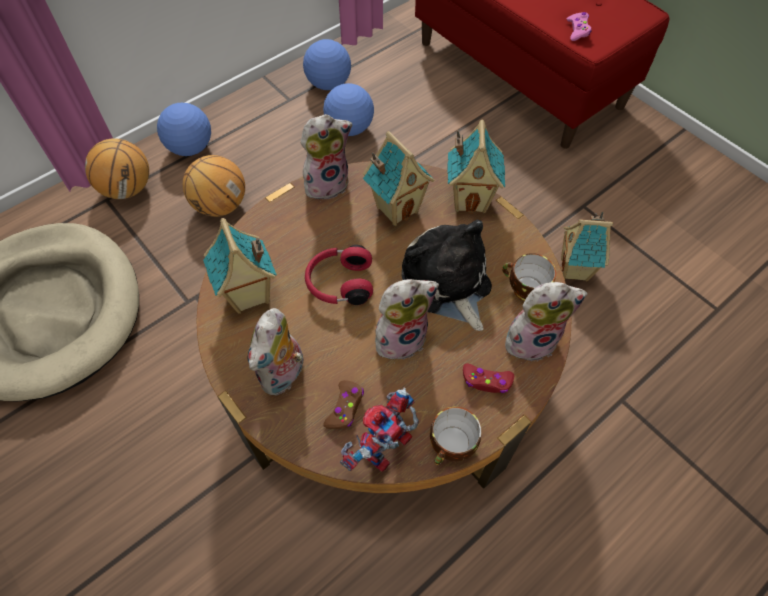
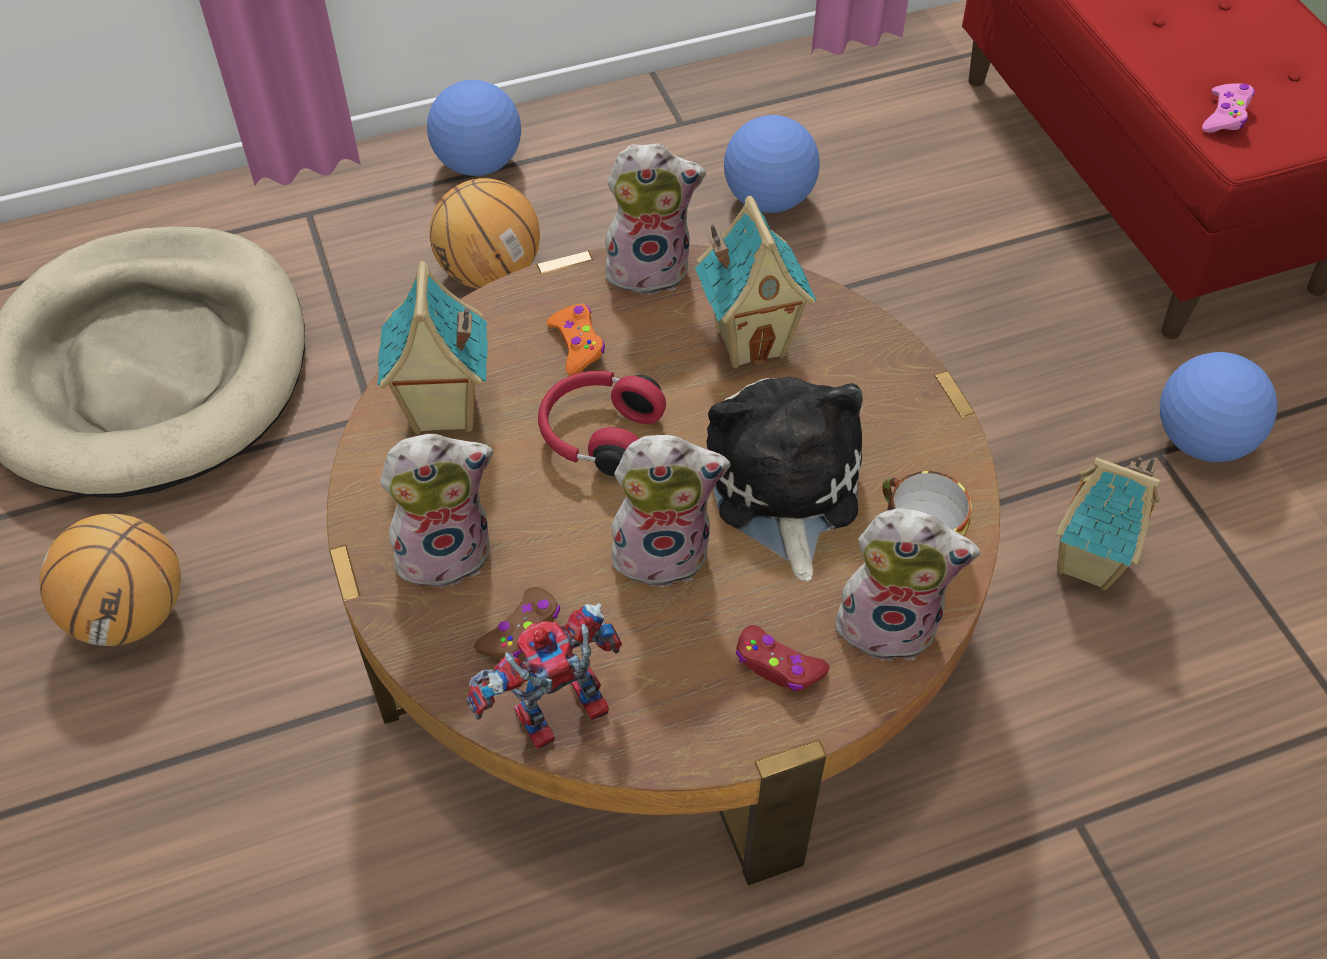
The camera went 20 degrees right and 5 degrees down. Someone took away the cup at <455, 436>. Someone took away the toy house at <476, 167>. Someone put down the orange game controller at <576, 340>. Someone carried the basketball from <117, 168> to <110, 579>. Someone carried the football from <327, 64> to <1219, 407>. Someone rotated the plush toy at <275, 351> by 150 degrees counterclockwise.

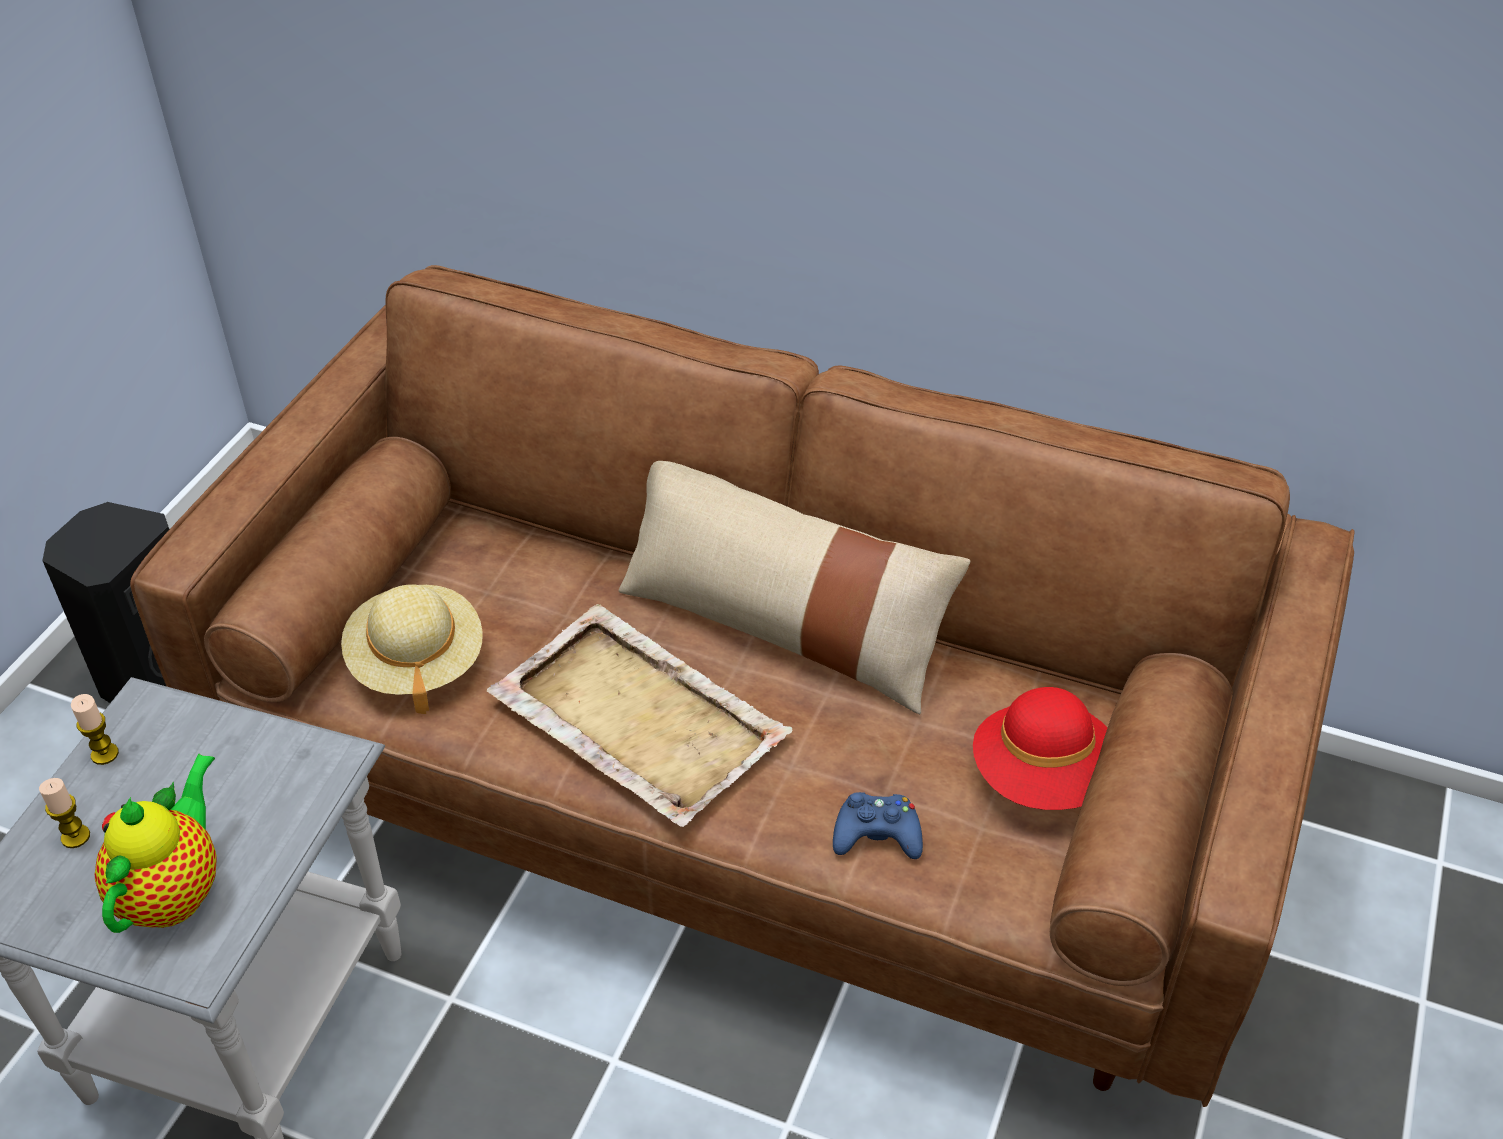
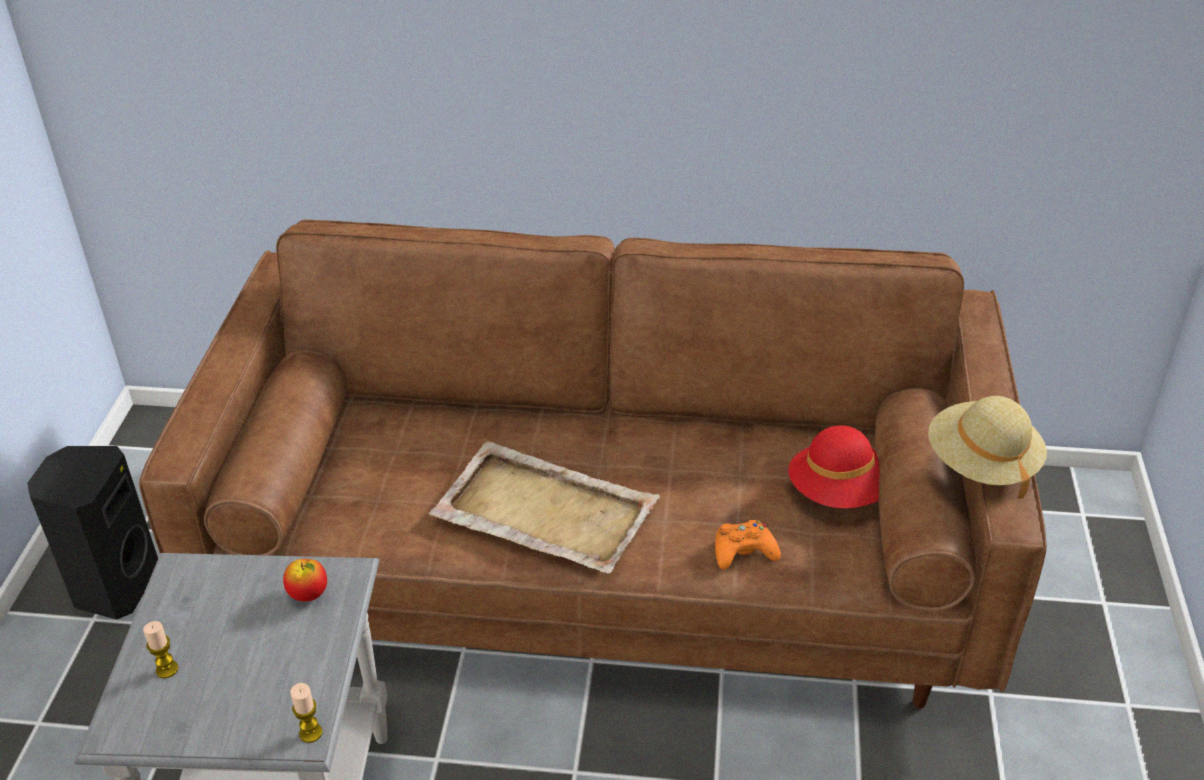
The camera went 15 degrees left and 5 degrees down. Someone took away the teapot at <156, 843>. Someone took away the beige pillow at <794, 587>. Someone put down the apple at <305, 580>. Someone carried the candle from <95, 729> to <306, 713>. Someone carried the beige hat from <412, 649> to <987, 447>. Someone repainted the blue game controller at <878, 825>, which became the orange game controller at <748, 544>.

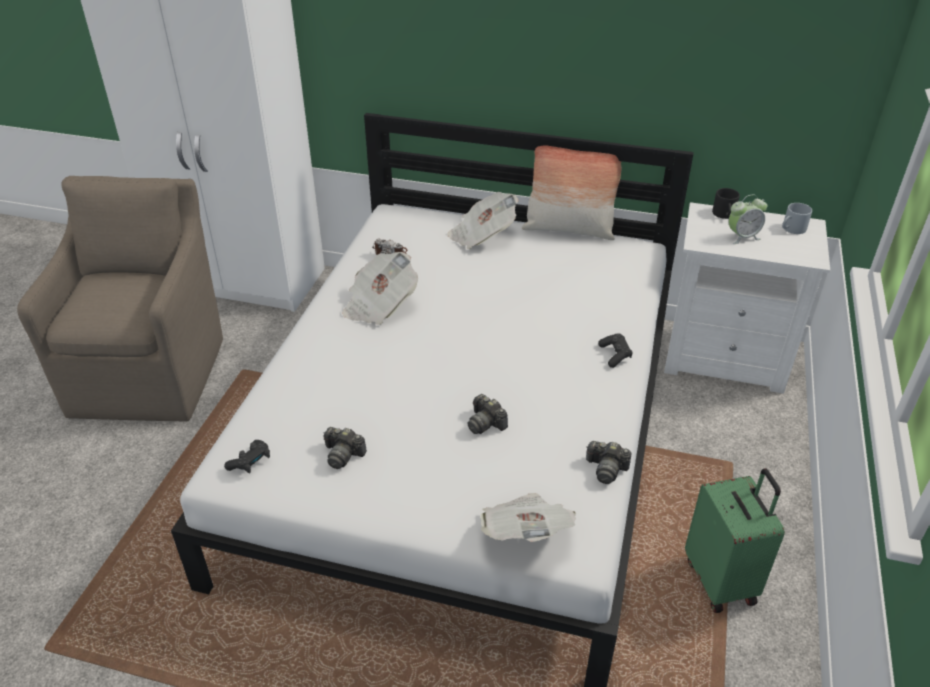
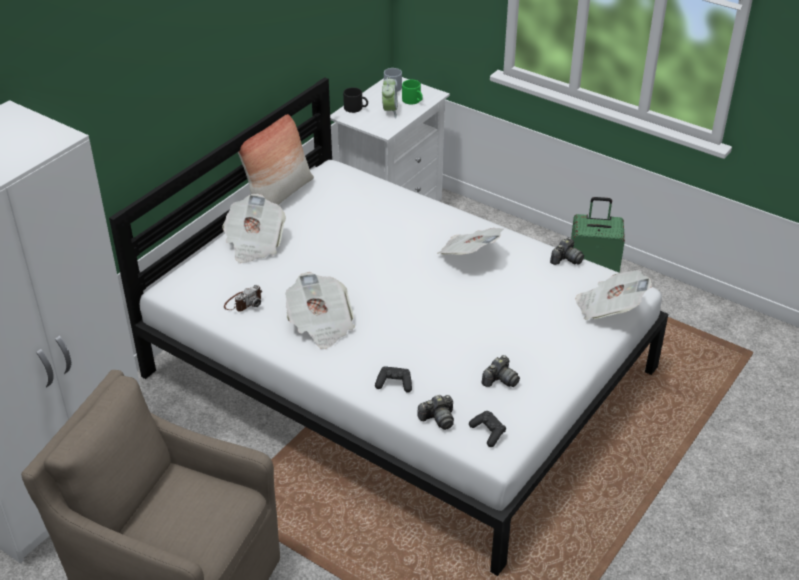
The camera went 70 degrees left and 0 degrees up. Someone put down the green mug at <412, 92>. Someone put down the newspaper at <470, 241>. Someone carried the photo camera from <488, 414> to <435, 412>. Someone carried the black game controller from <615, 350> to <393, 379>.

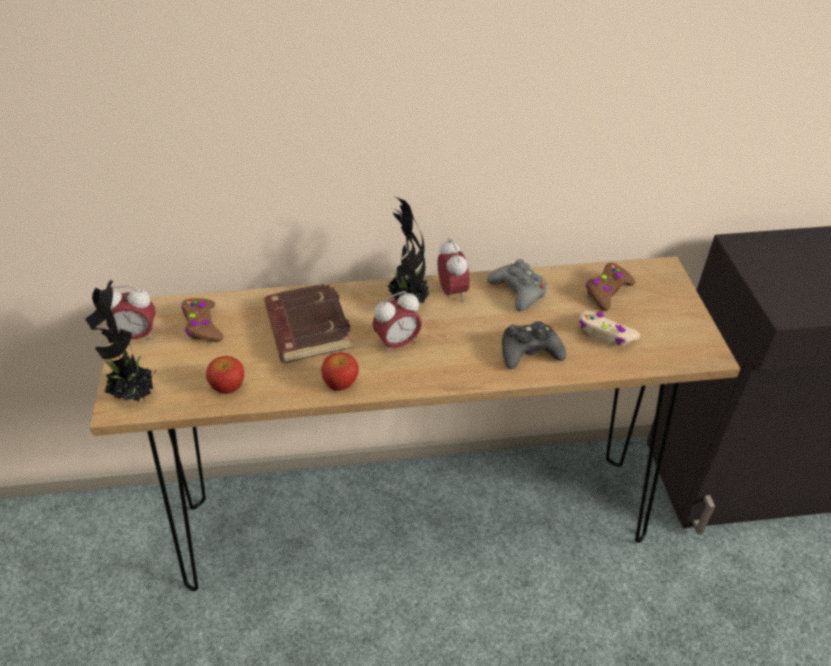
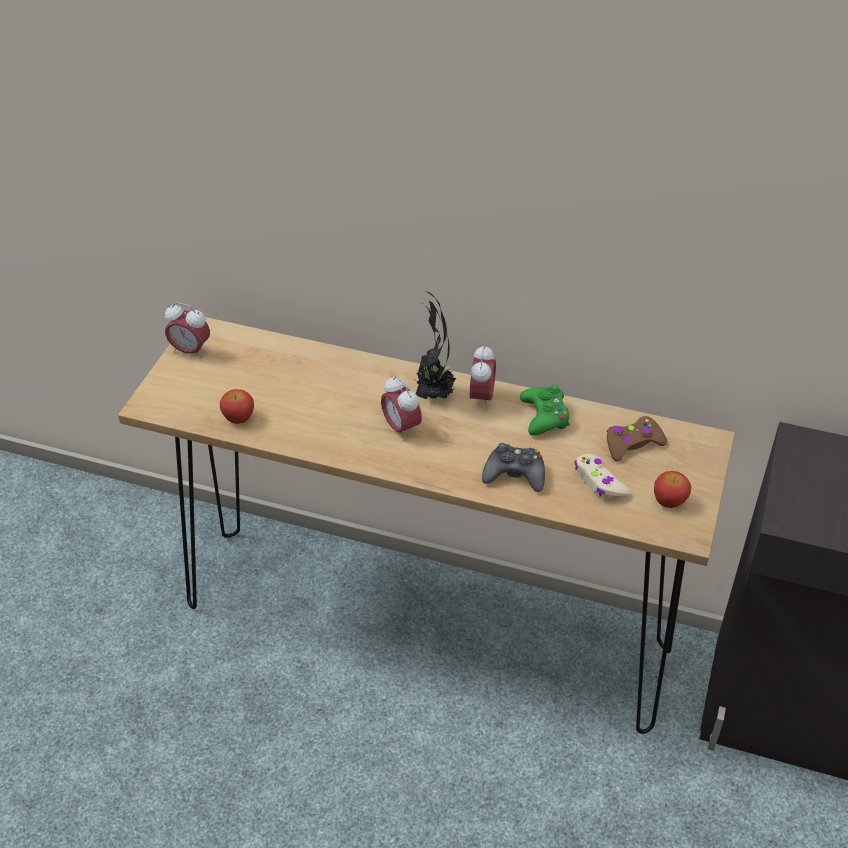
The camera went 25 degrees right and 0 degrees up. Someone took away the potted plant at <120, 341>. Someone took away the brown game controller at <202, 320>. Someone took away the brown book at <309, 322>. Someone carried the apple from <340, 371> to <672, 489>. Someone repainted the grey game controller at <517, 285>, which became the green game controller at <545, 410>. Someone rotated the alarm clock at <397, 322> by 60 degrees clockwise.

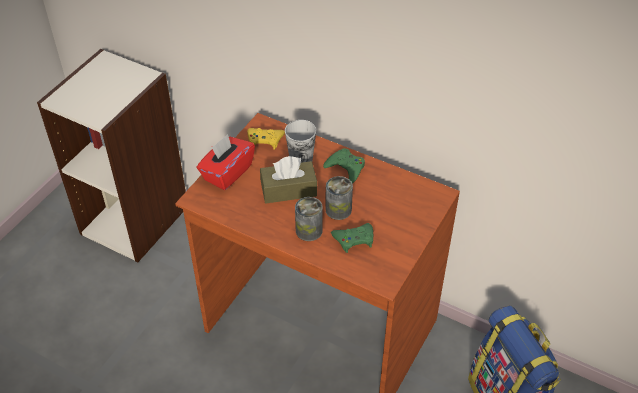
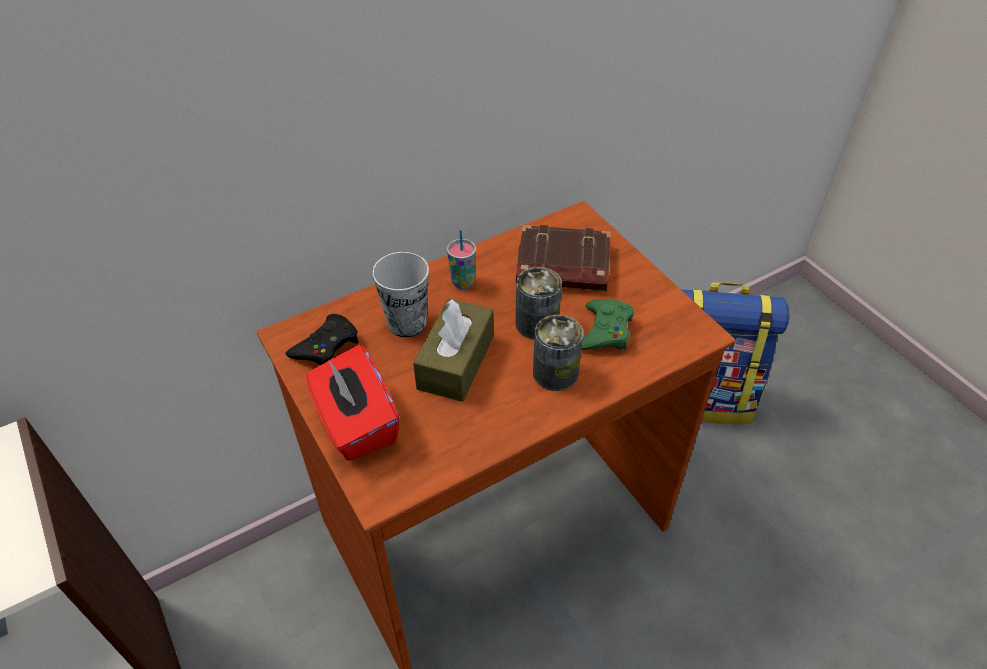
The camera went 60 degrees left and 0 degrees up. Someone put down the brown book at <563, 258>. Someone swapped the green game controller at <344, 166> for the cup at <461, 259>. Someone repainted the yellow game controller at <266, 138>, which became the black game controller at <322, 339>.

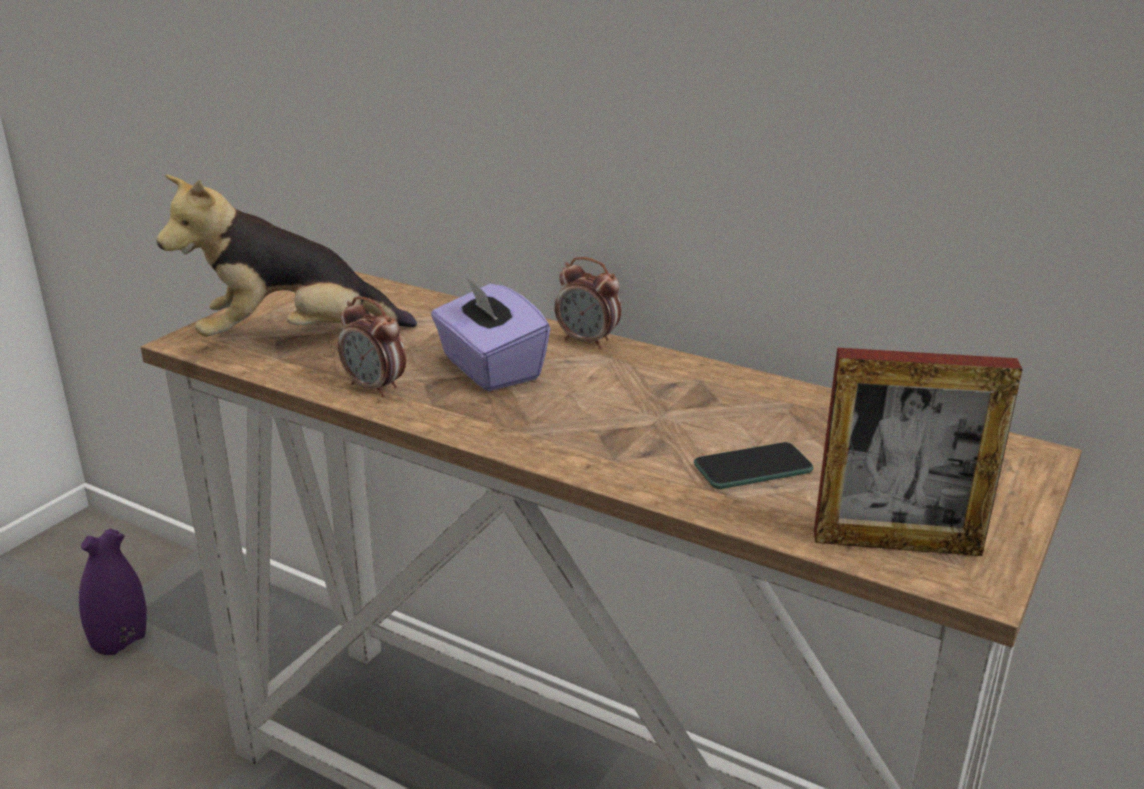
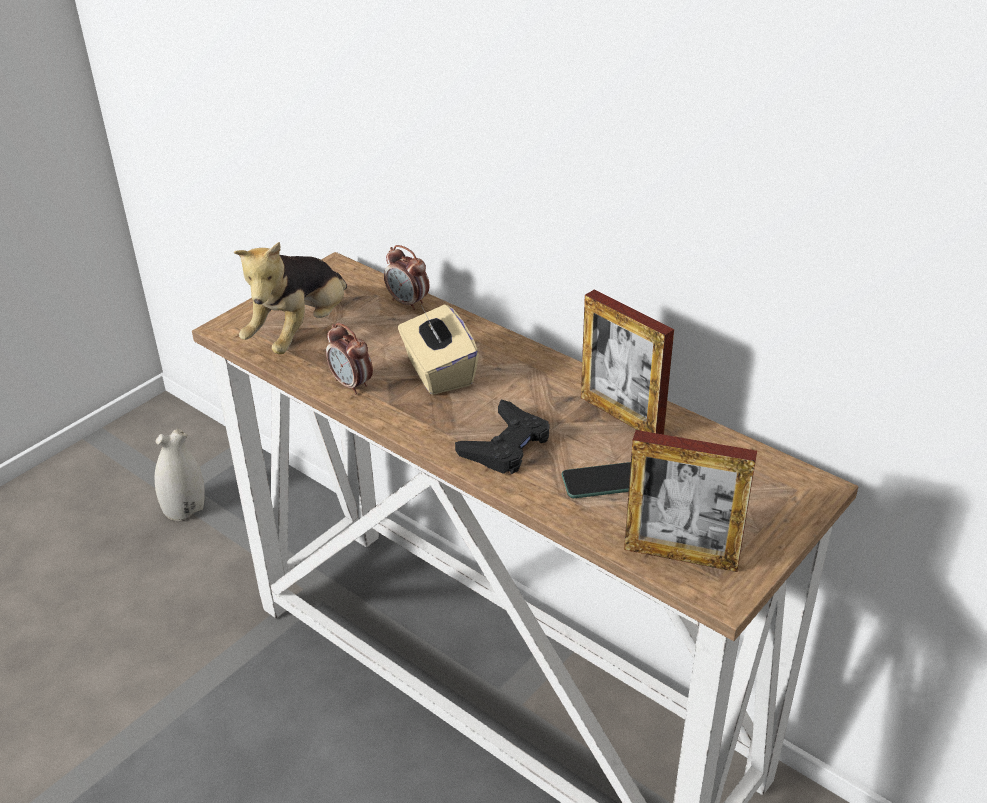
The camera went 10 degrees right and 10 degrees up. Someone put down the black game controller at <502, 437>. Someone put down the picture frame at <627, 362>. Someone carried the alarm clock from <588, 303> to <407, 277>. Someone repainted the purple vase at <113, 592>, which became the white vase at <180, 475>. Someone repainted the purple tissue box at <490, 332>, which became the beige tissue box at <438, 349>. Someone rotated the plush toy at <286, 256> by 60 degrees counterclockwise.

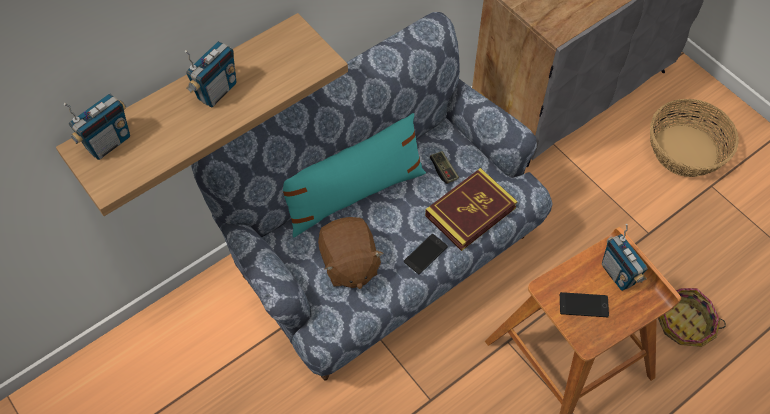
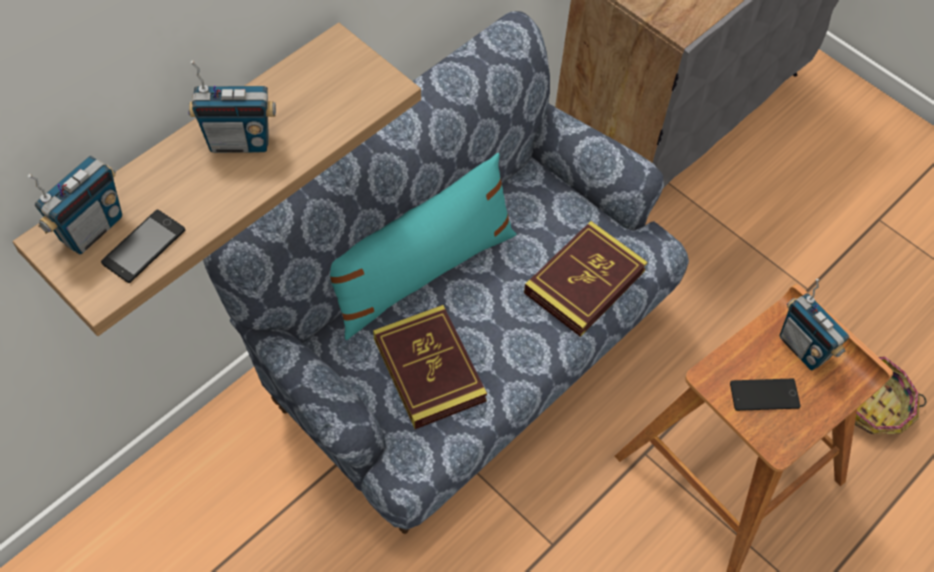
The camera went 10 degrees left and 0 degrees up. Someone took away the game controller at <444, 167>. Someone took away the basket at <694, 138>. Someone carried the phone from <426, 254> to <143, 246>. Someone swapped the brown plush toy at <351, 253> for the book at <430, 367>. Someone rotated the radio at <210, 74> by 60 degrees clockwise.

